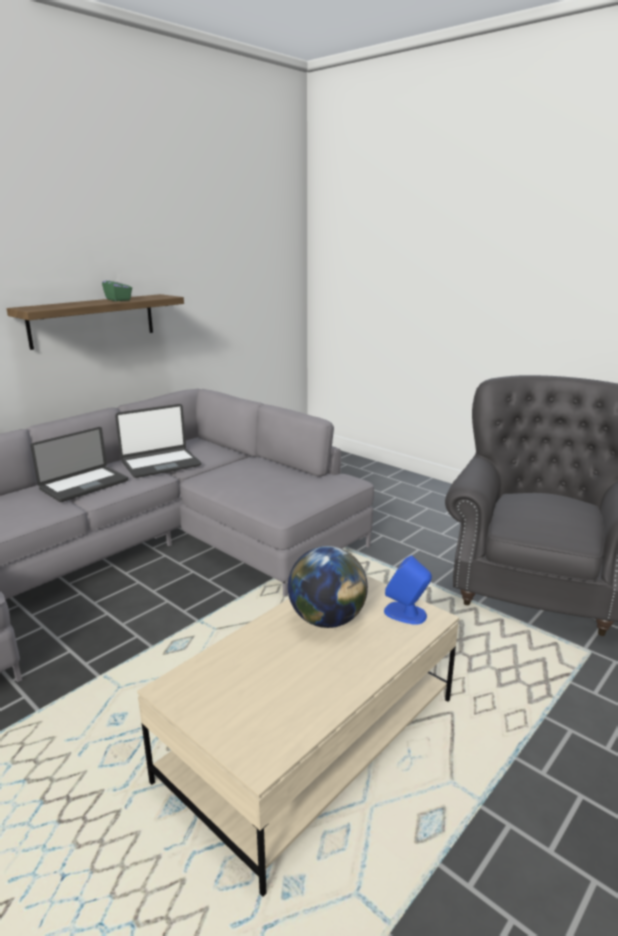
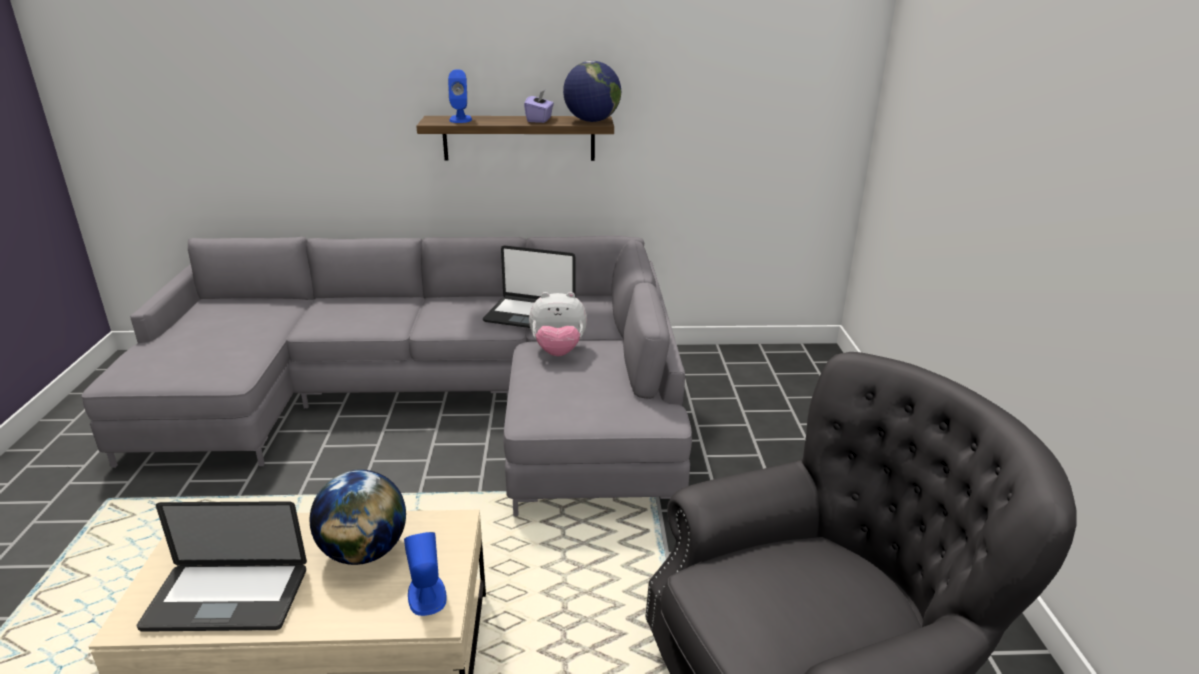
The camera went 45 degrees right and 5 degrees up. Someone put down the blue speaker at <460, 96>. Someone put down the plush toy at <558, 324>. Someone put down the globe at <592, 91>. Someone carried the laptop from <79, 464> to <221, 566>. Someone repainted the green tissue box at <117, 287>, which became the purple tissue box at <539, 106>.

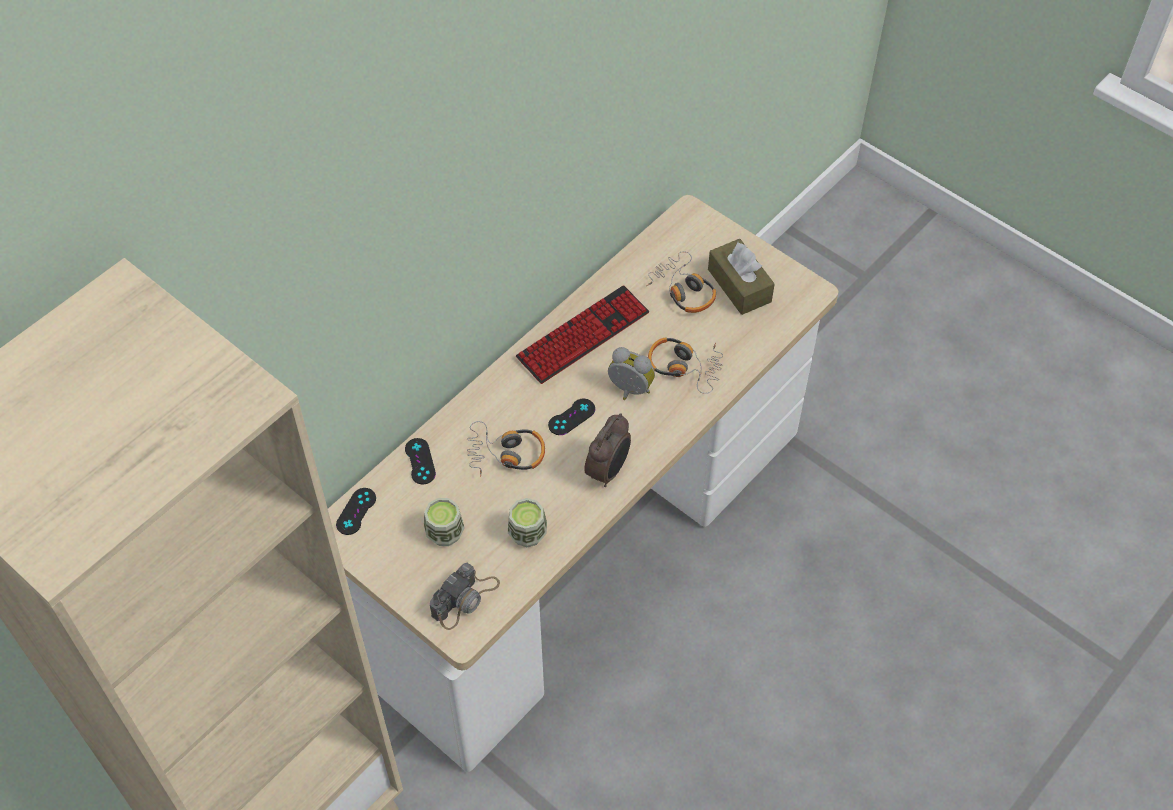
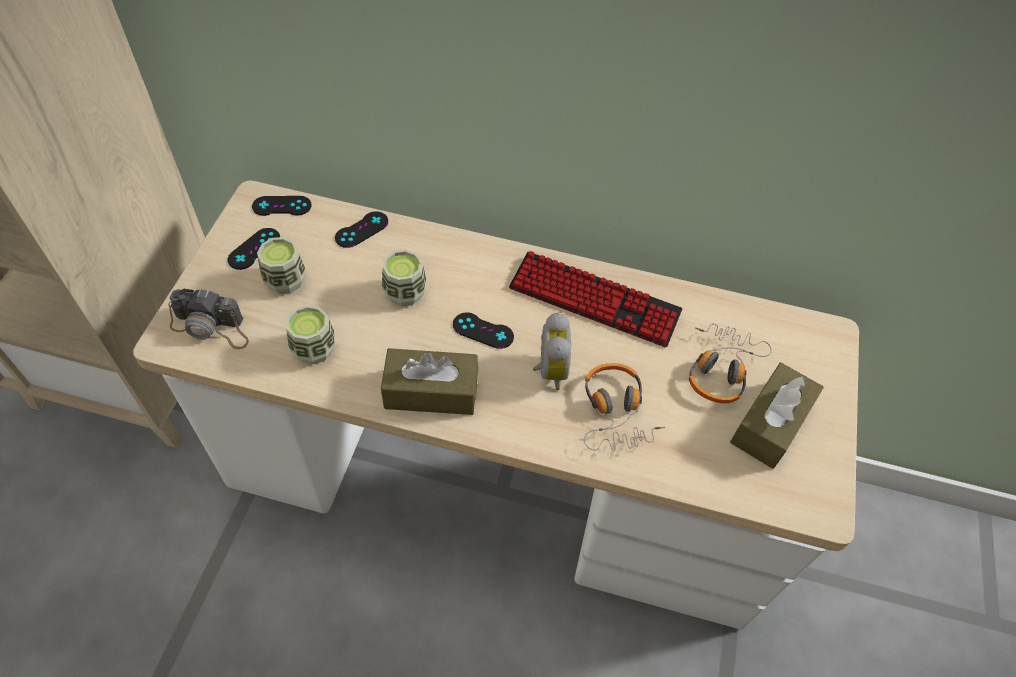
The camera went 60 degrees right and 0 degrees up. Someone put down the black game controller at <253, 249>. Someone swapped the headphones at <506, 449> for the cup at <404, 278>. Someone swapped the alarm clock at <607, 450> for the brown tissue box at <429, 381>.

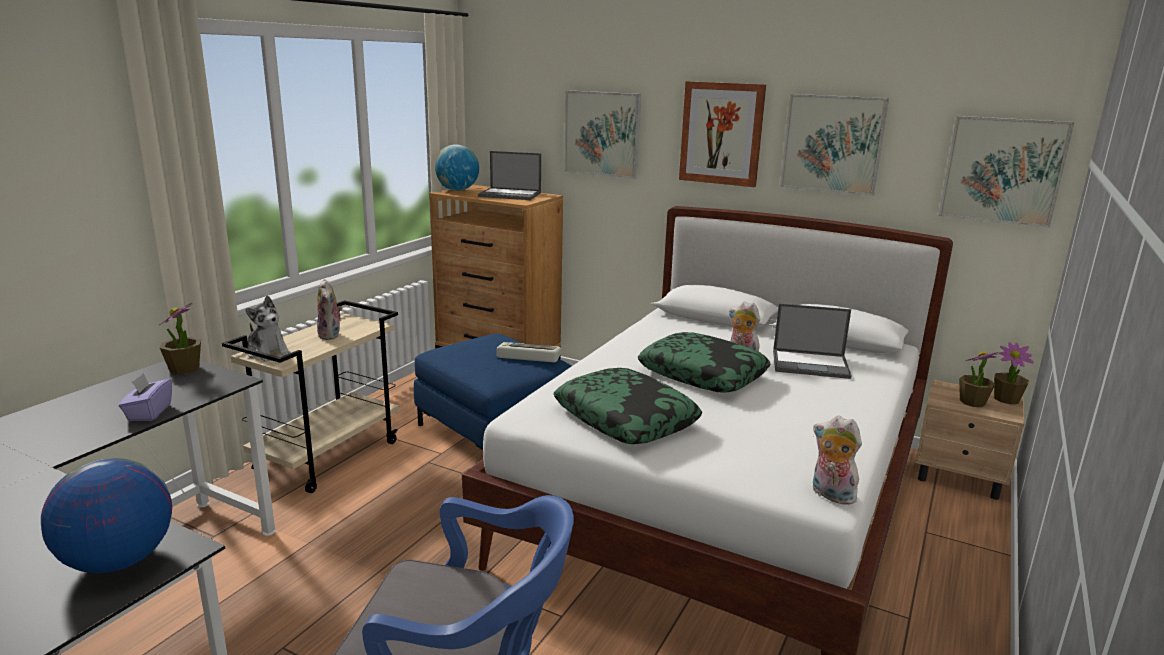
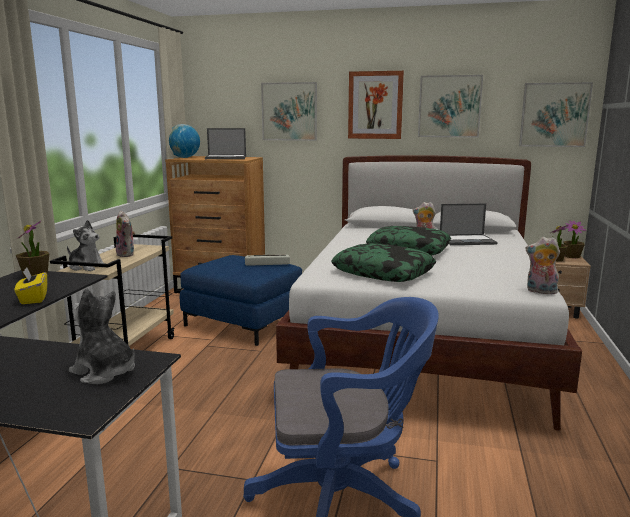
The camera went 15 degrees left and 5 degrees down. Someone swapped the globe at <106, 515> for the plush toy at <102, 336>. Someone repainted the purple tissue box at <145, 397>, which became the yellow tissue box at <31, 285>.

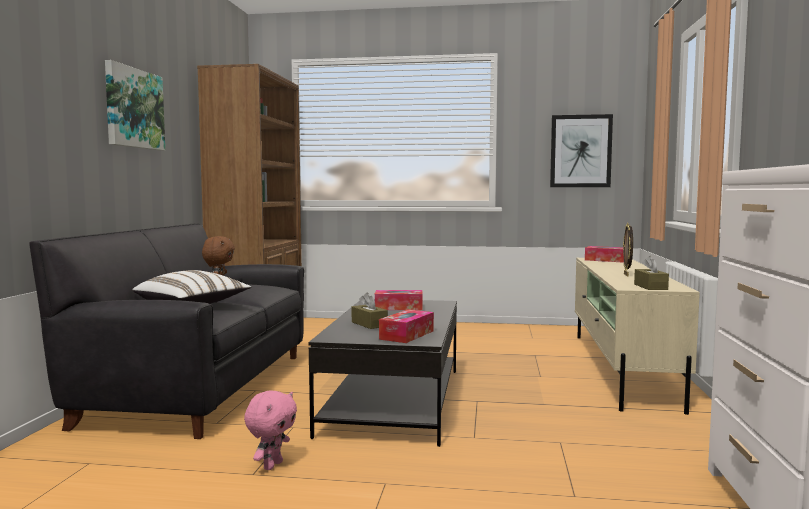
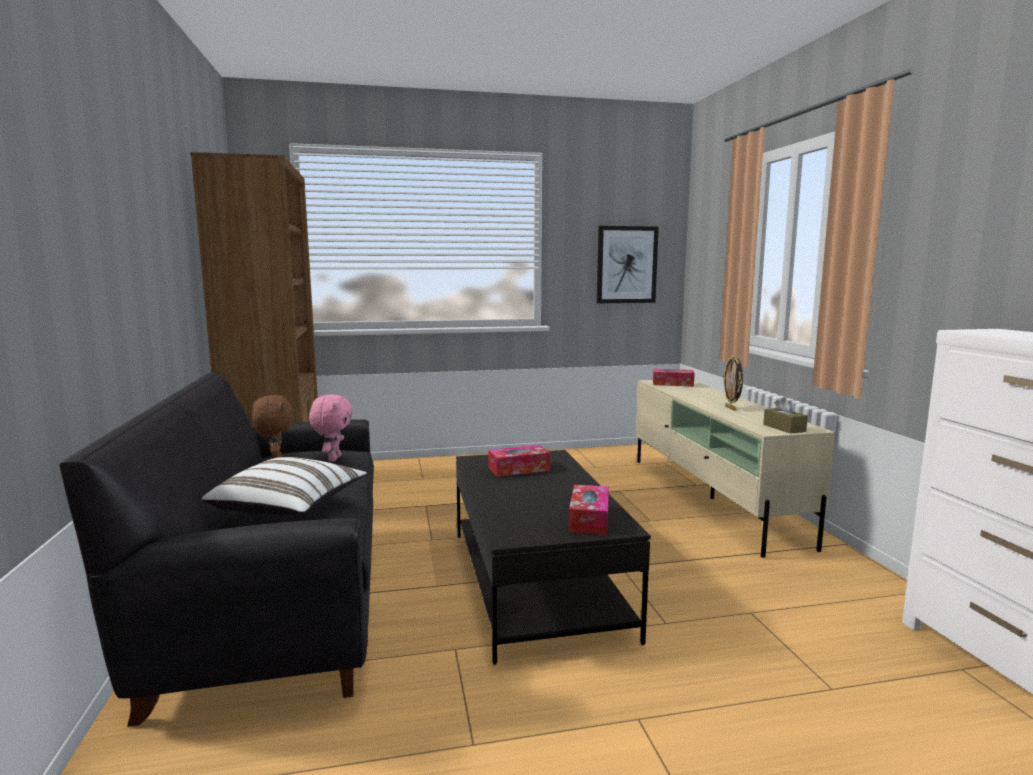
The camera went 20 degrees left and 5 degrees up. Someone took away the picture at <135, 105>. Someone took away the brown tissue box at <370, 310>. Someone carried the pink plush toy from <270, 430> to <331, 428>.

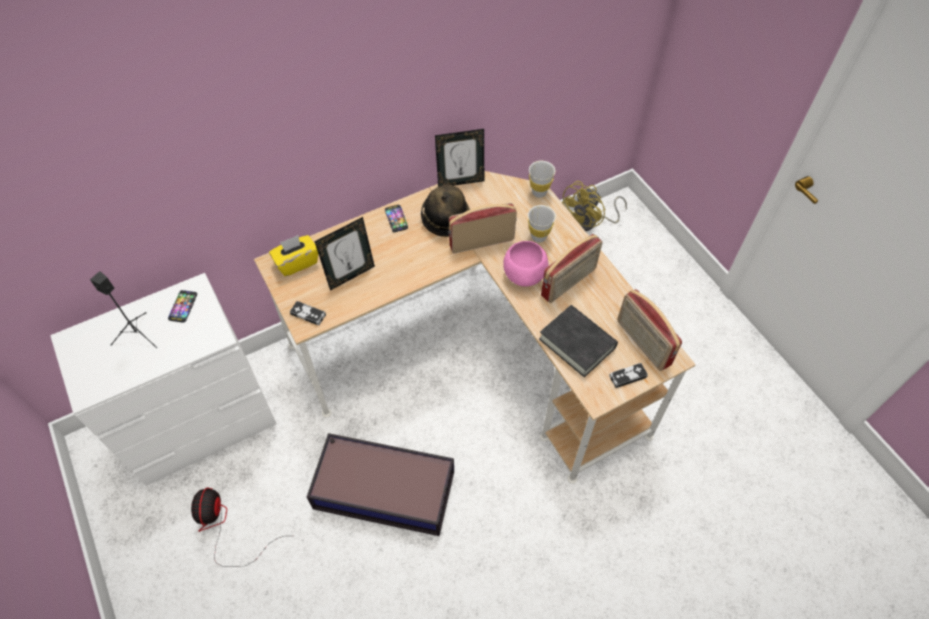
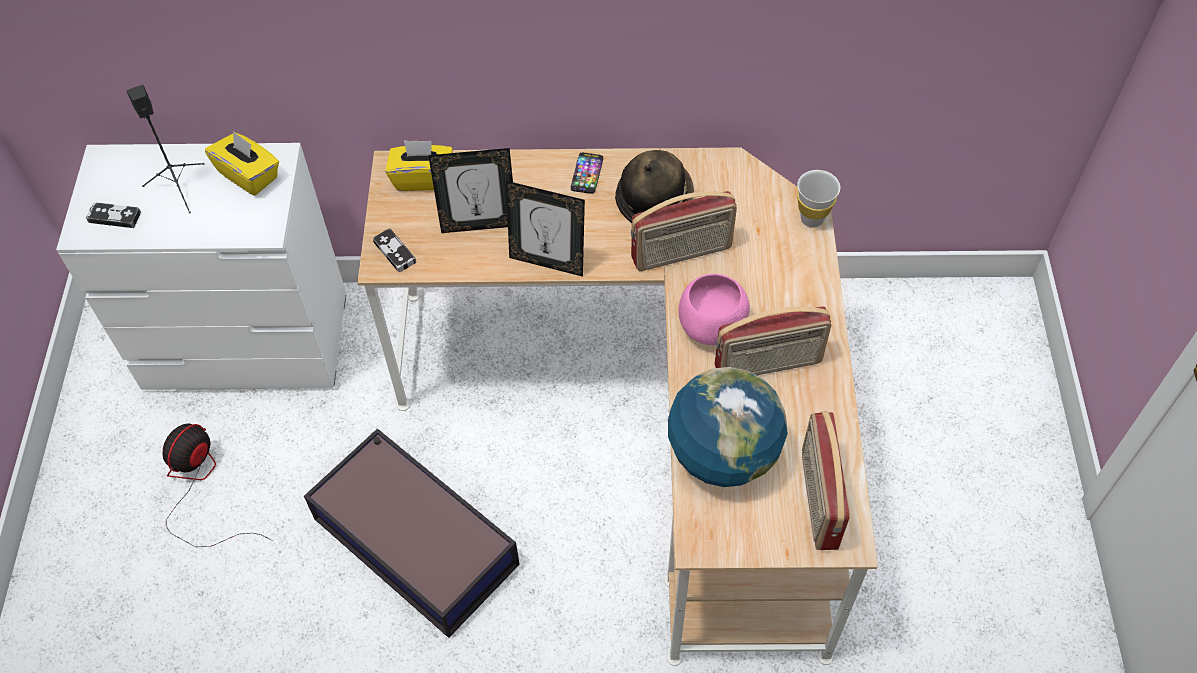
The camera went 30 degrees right and 0 degrees up. Someone took away the white cup at <542, 224>. Someone took away the yellow fan at <594, 206>. Someone carried the picture frame from <459, 158> to <545, 229>. Someone carried the game controller from <628, 375> to <113, 215>. Someone swapped the phone at <182, 306> for the yellow tissue box at <242, 163>. Someone swapped the black book at <578, 341> for the globe at <728, 427>. Someone rotated the radio at <483, 228> by 150 degrees clockwise.

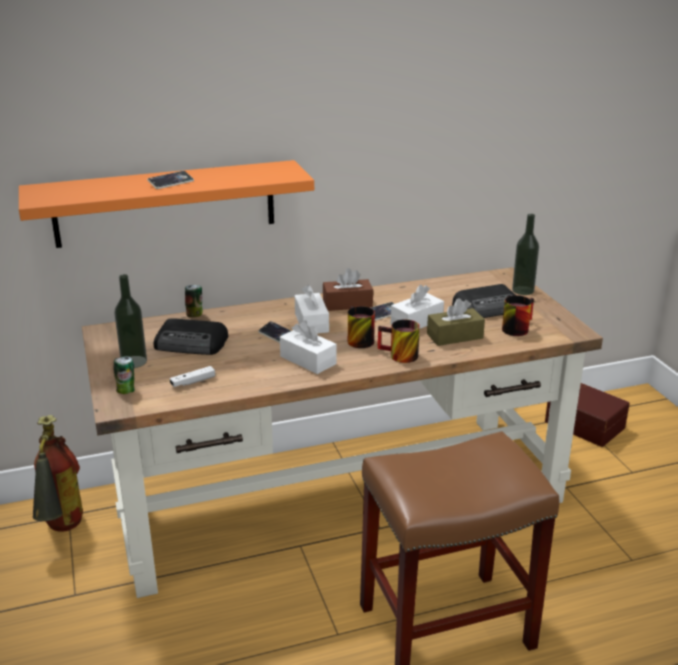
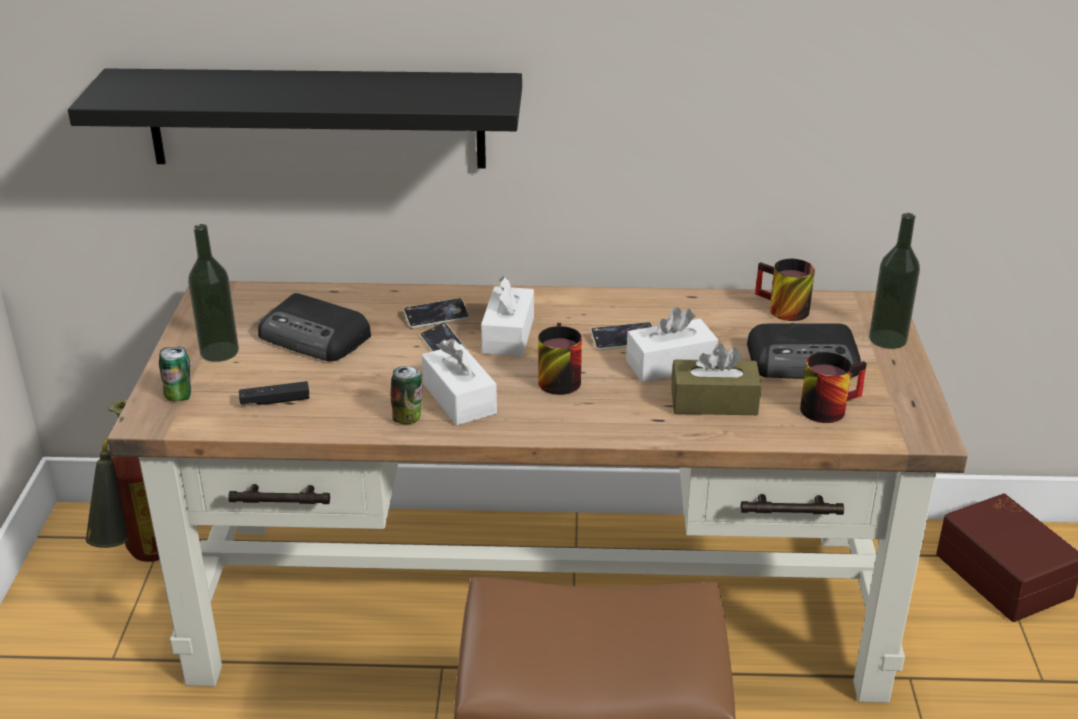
The camera went 20 degrees right and 5 degrees up. Someone took away the brown tissue box at <348, 289>. Someone carried the phone from <170, 180> to <436, 313>. Someone carried the can from <194, 301> to <406, 395>. Someone carried the mug from <398, 341> to <785, 290>. Someone repainted the orange shelf at <166, 204>, which became the black shelf at <295, 118>. Someone repainted the white game controller at <192, 376>, which became the black game controller at <274, 393>.

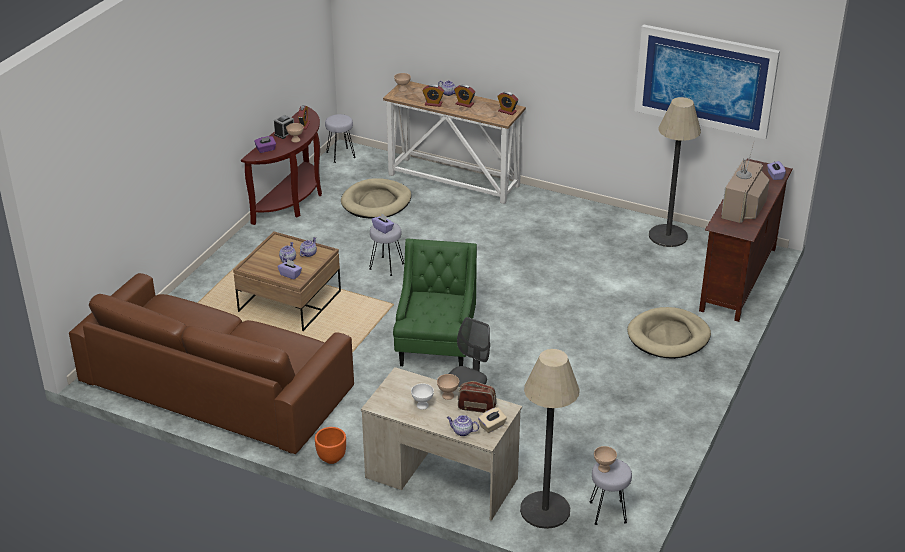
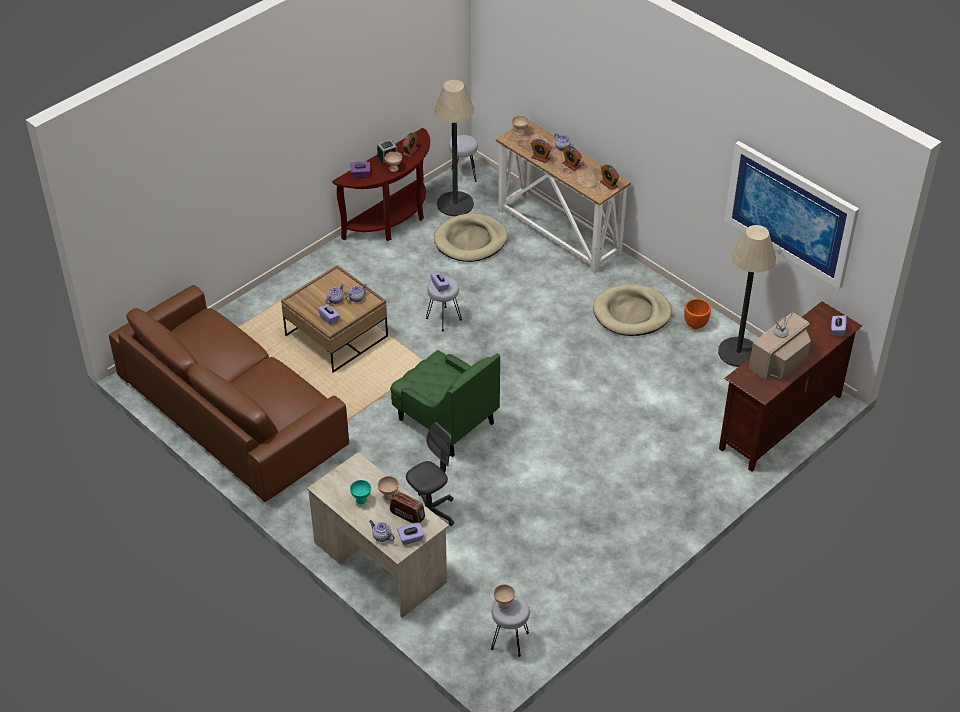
The camera went 20 degrees right and 10 degrees up. Someone carried the orange planter from <330, 445> to <697, 313>. Someone carried the floor lamp from <550, 439> to <454, 148>. Someone carried the beige dog bed from <669, 333> to <632, 310>. Someone repainted the white bowl at <422, 397>, which became the turquoise bowl at <360, 492>. Someone repainted the beige tissue box at <492, 420>, which became the purple tissue box at <410, 534>. Someone rotated the green armchair at <435, 302> by 105 degrees clockwise.

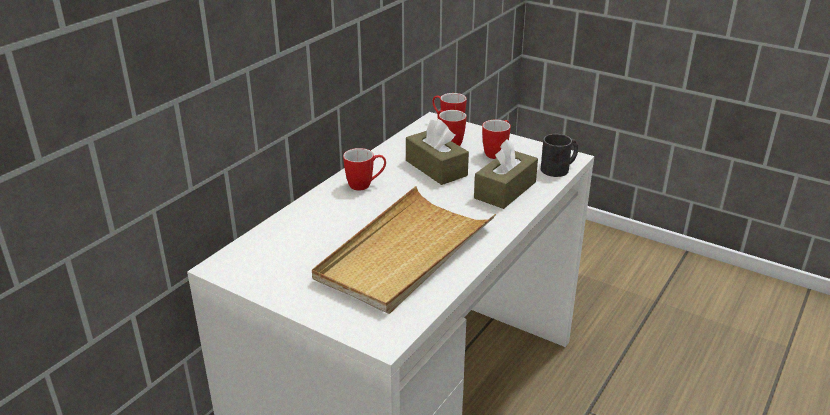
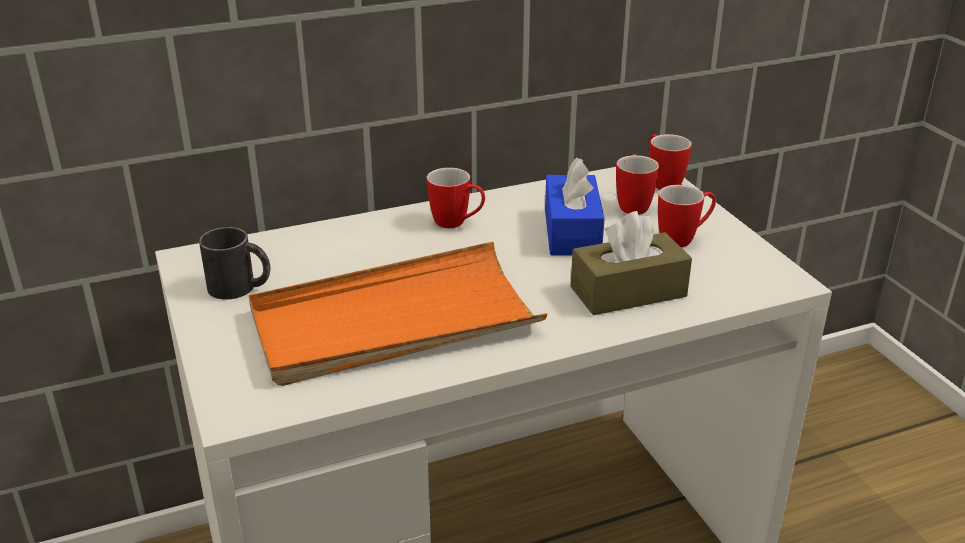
The camera went 35 degrees right and 0 degrees up. Someone carried the black mug from <559, 155> to <234, 263>. Someone repainted the beige tray at <404, 250>, which became the orange tray at <398, 314>. Someone repainted the brown tissue box at <437, 152>, which became the blue tissue box at <574, 206>.

